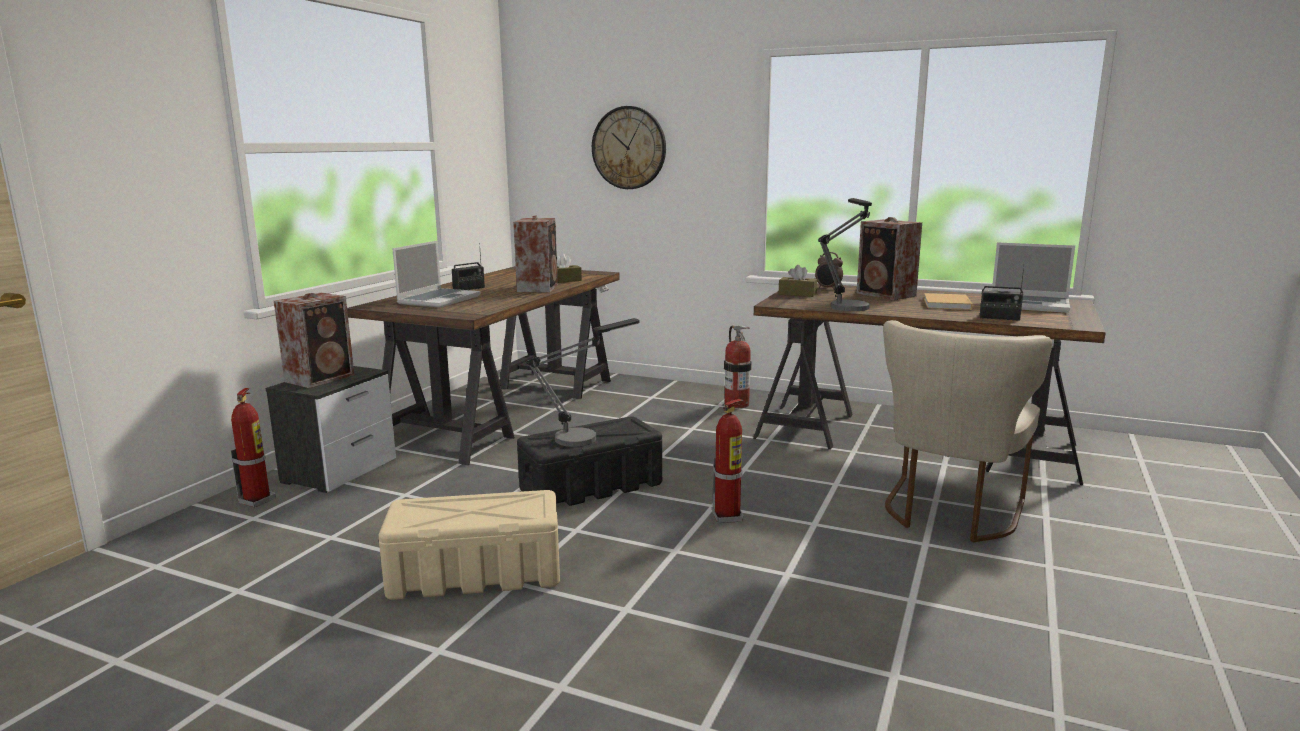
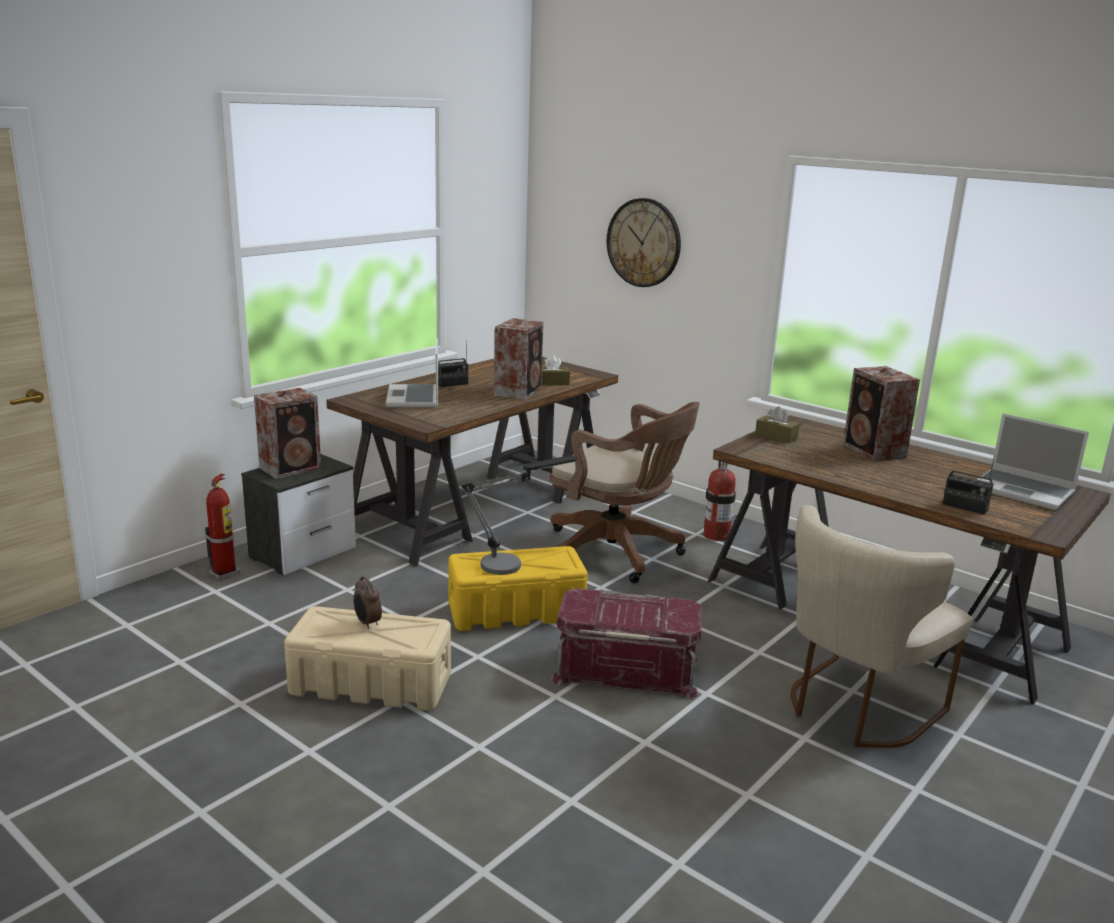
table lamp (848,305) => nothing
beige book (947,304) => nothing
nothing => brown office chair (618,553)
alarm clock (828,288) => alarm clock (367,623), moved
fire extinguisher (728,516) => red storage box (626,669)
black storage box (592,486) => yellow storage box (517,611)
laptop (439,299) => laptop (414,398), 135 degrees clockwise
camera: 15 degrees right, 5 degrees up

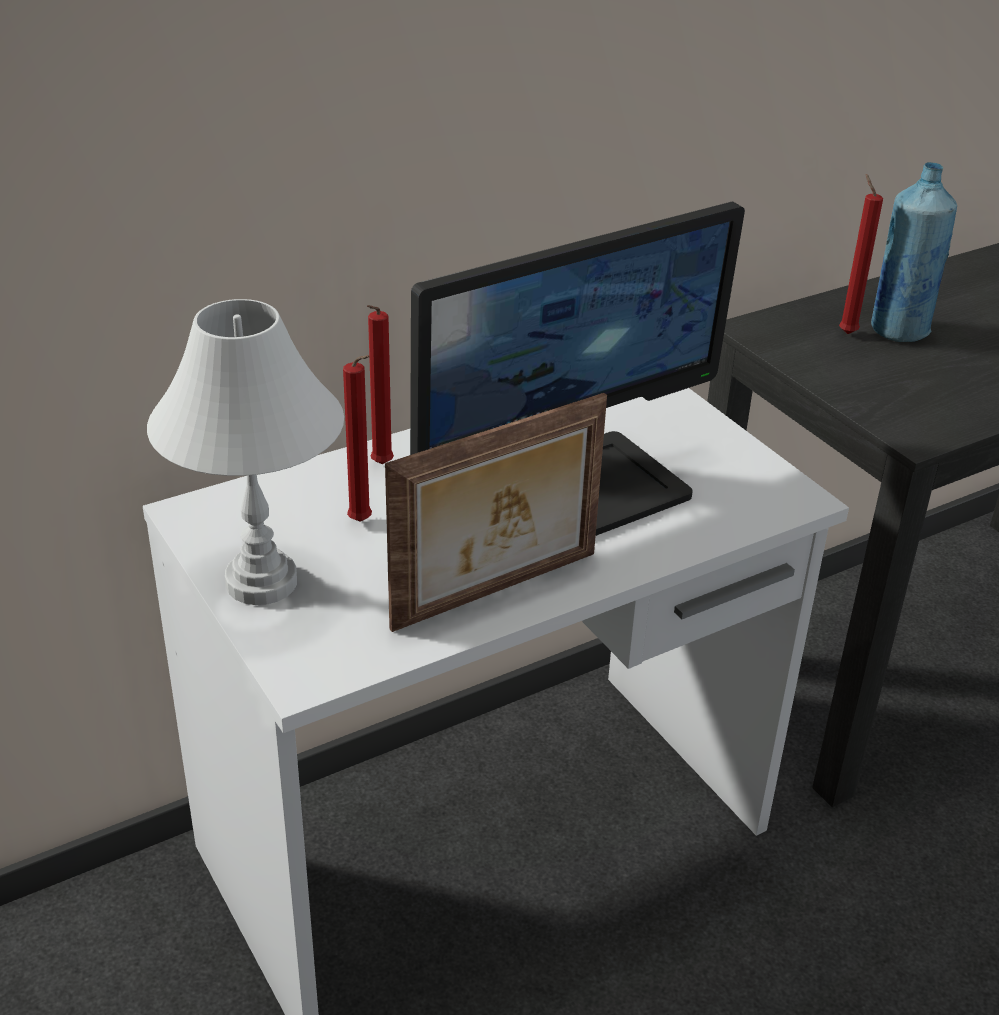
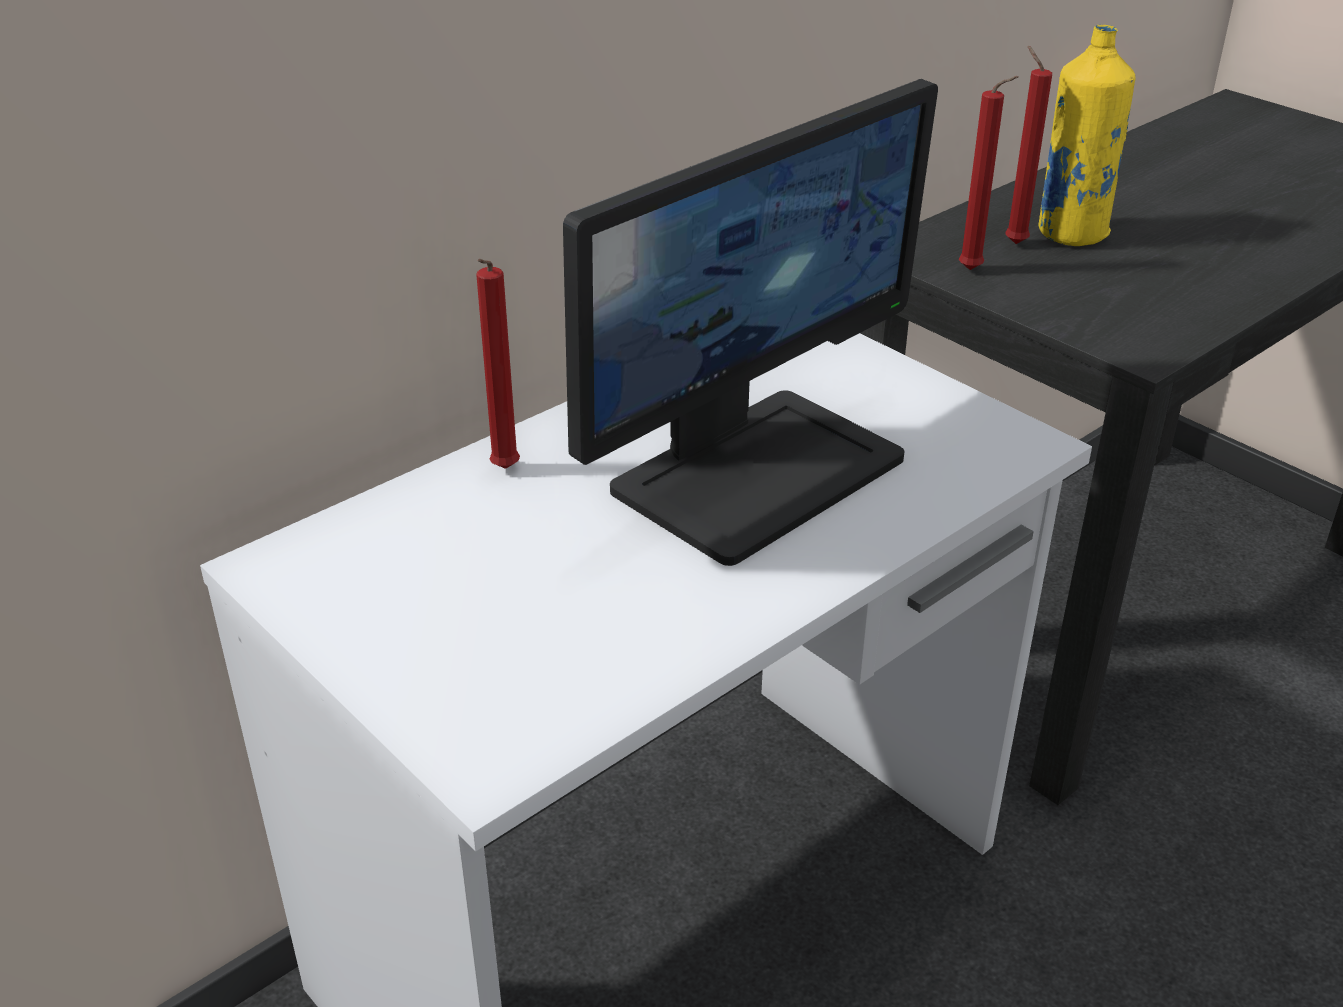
white table lamp (263,582) => nothing
picture frame (498,592) => nothing
red candle (362,523) => red candle (974,271), moved
blue bottle (899,330) => yellow bottle (1071,233)
camera: 10 degrees left, 0 degrees up

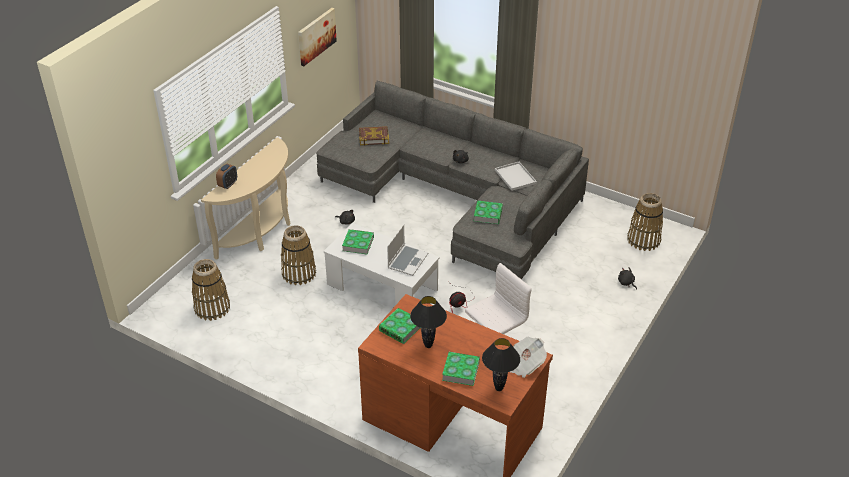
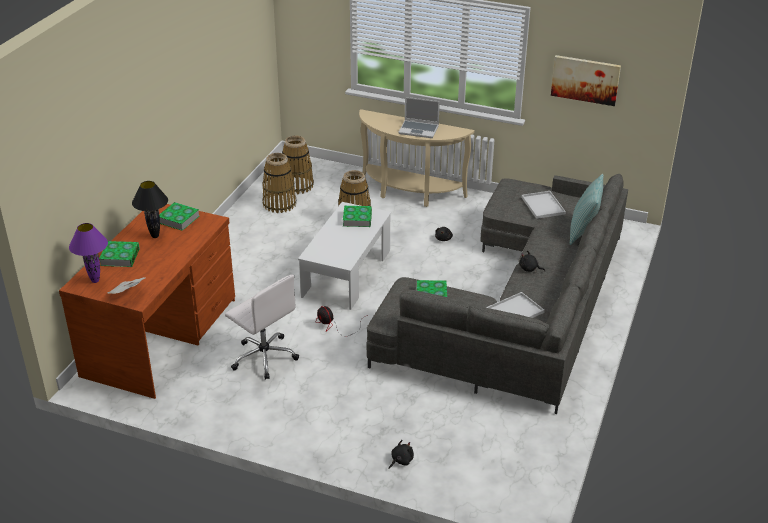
alarm clock (228,184) => nothing
nothing => pillow (583,231)
laptop (407,261) => laptop (419,130), moved
basket (643,240) => basket (279,204), moved
book (373,138) => white tray (543,206)
black table lamp (498,388) => purple table lamp (95,280)
camera: 80 degrees right, 5 degrees down

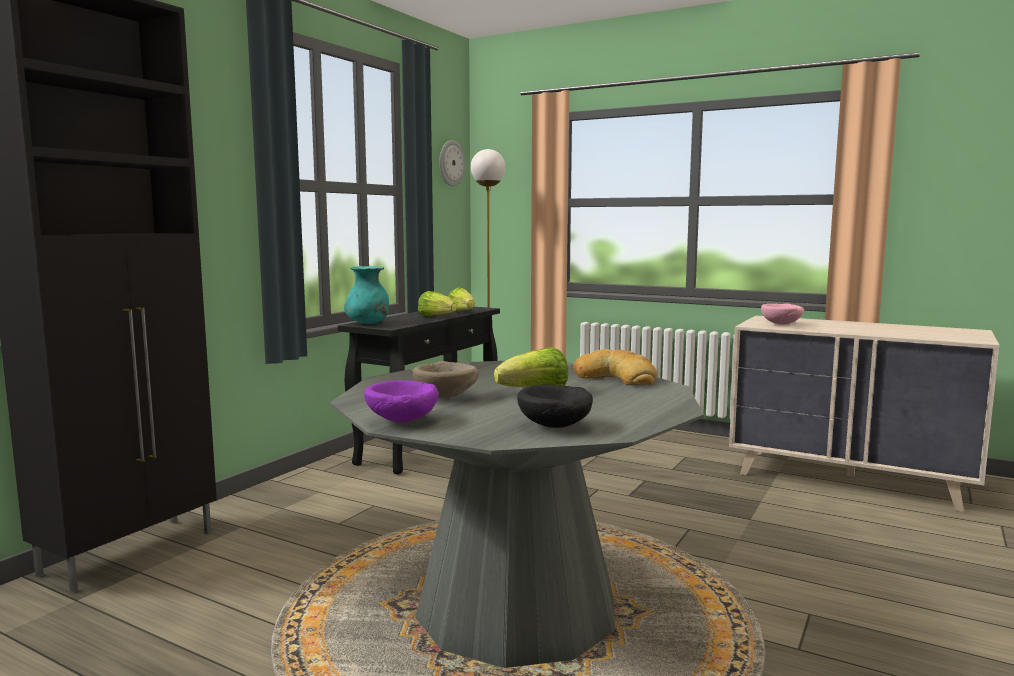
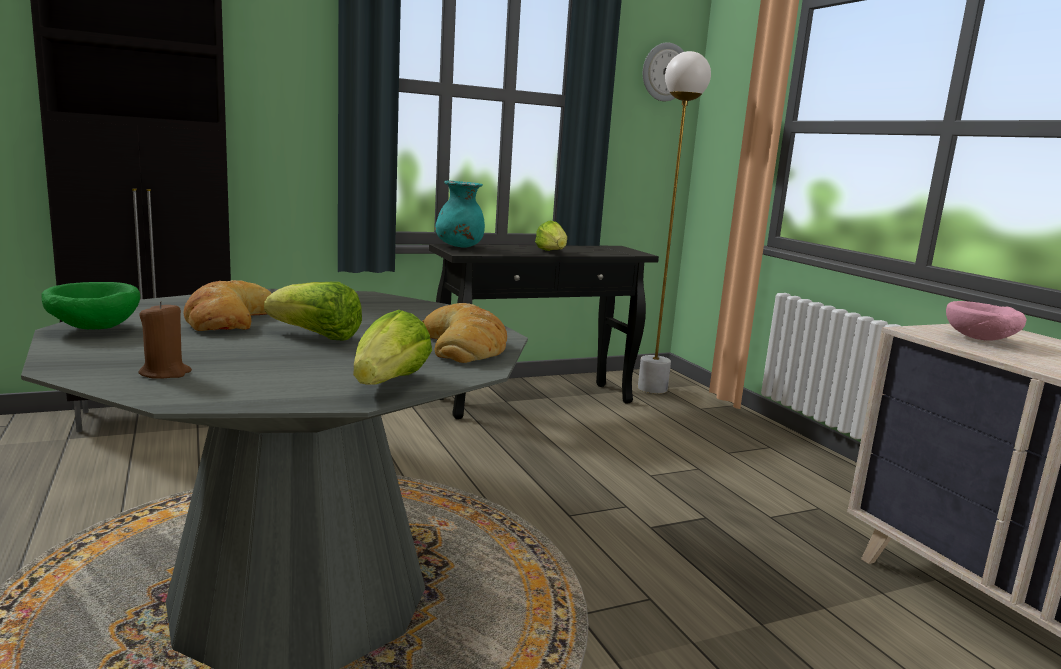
lettuce (462,312) => lettuce (390,383), moved
beige bowl (447,397) => bread (227,319)
black bowl (555,427) => brown candle (165,373)
purple bowl (401,422) => green bowl (93,329)
camera: 35 degrees right, 5 degrees up

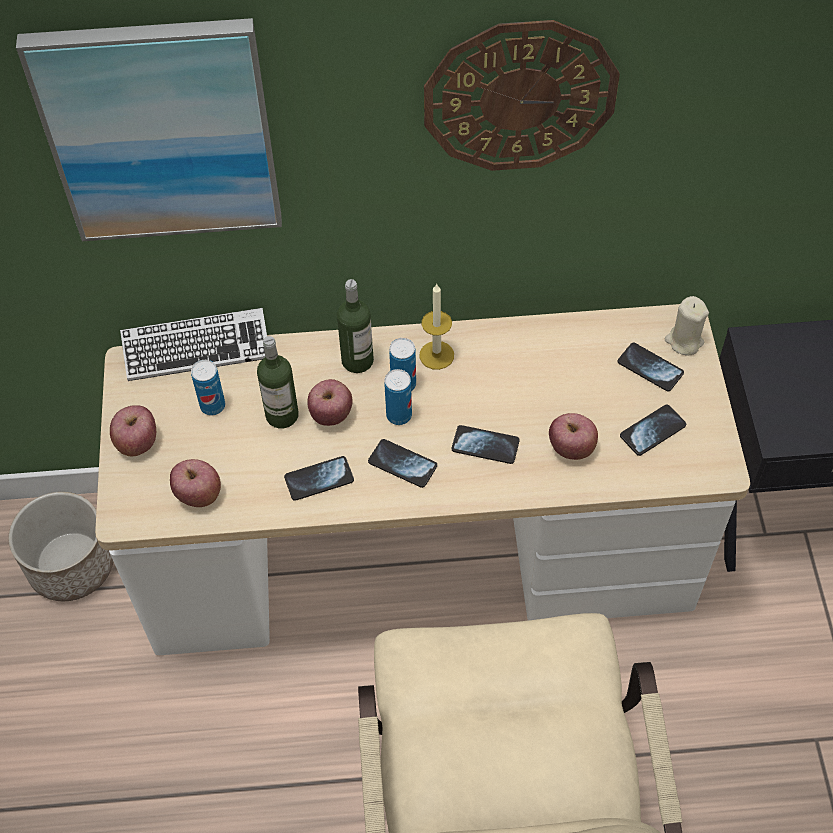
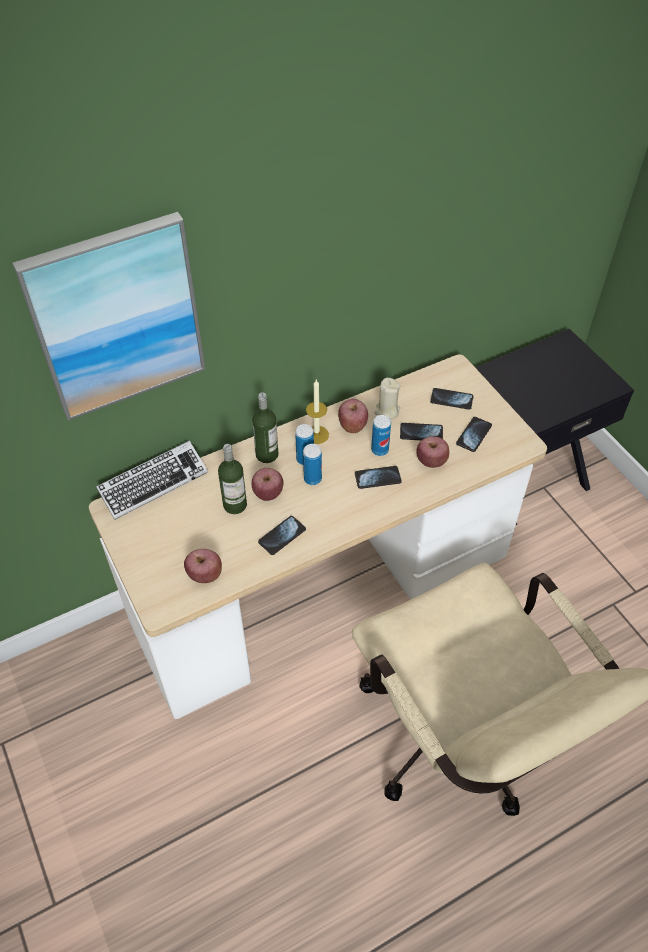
planter (72,565) => nothing
wall clock (520,96) => nothing
apple (137,443) => apple (352,426), moved
can (212,406) => can (380,450), moved
phone (402,464) => phone (421,433), moved
beige candle (684,341) => beige candle (387,410), moved
camera: 25 degrees left, 5 degrees down

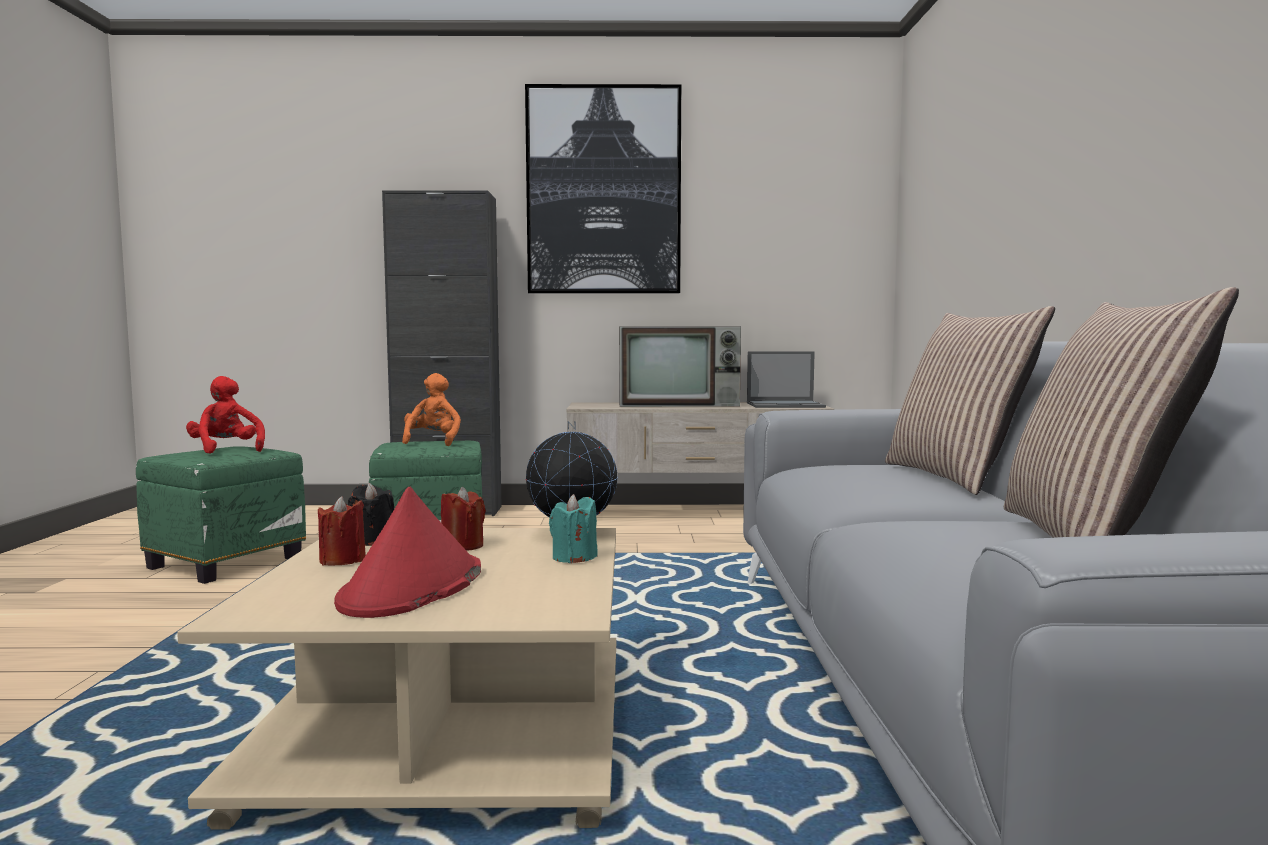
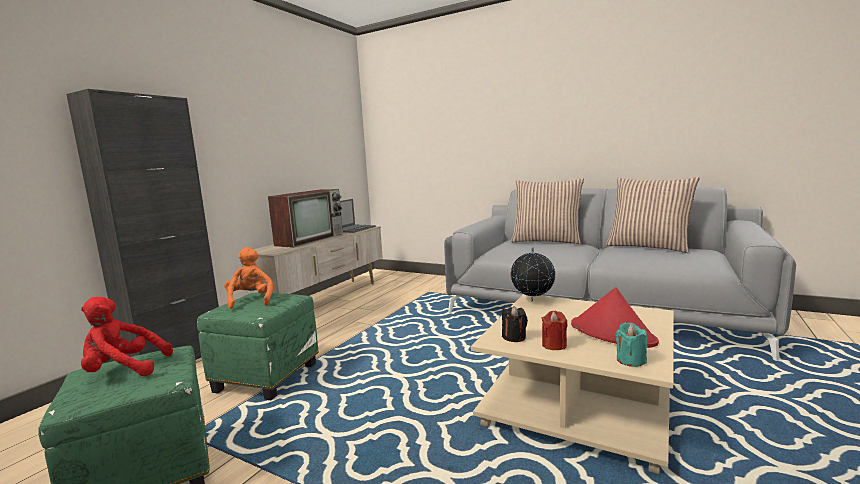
red candle (462,546) => nothing
picture (603,191) => nothing
turquoise candle (574,557) => turquoise candle (630,360), moved
orange plush toy (433,442) => orange plush toy (251,300), 45 degrees clockwise
camera: 60 degrees left, 5 degrees up

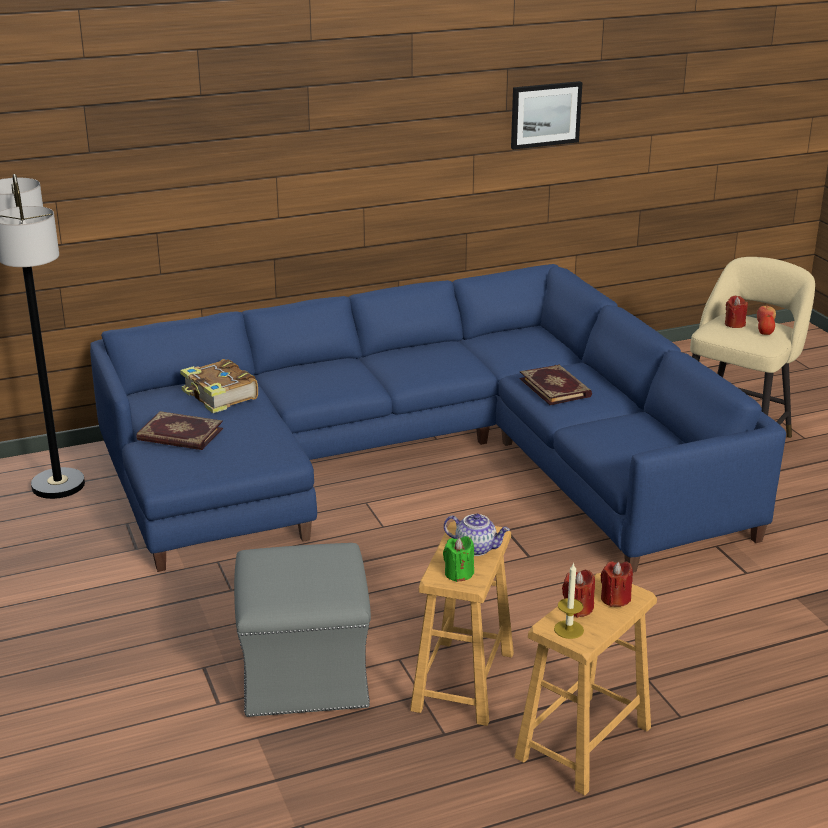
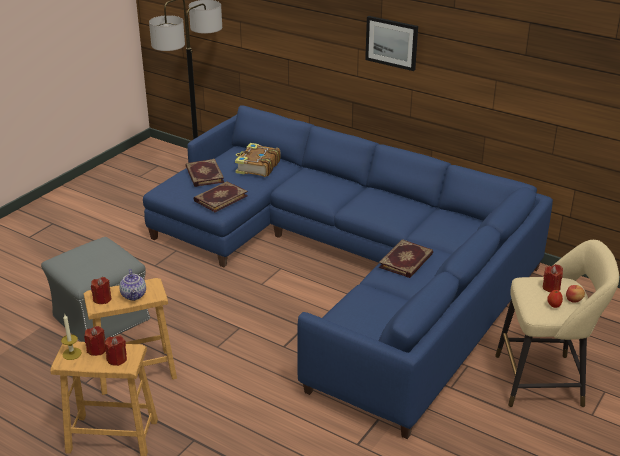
nothing => book (220,198)
picture (545,114) => picture (392,42), moved
green candle (459,573) => red candle (102,299)
camera: 55 degrees right, 5 degrees up

